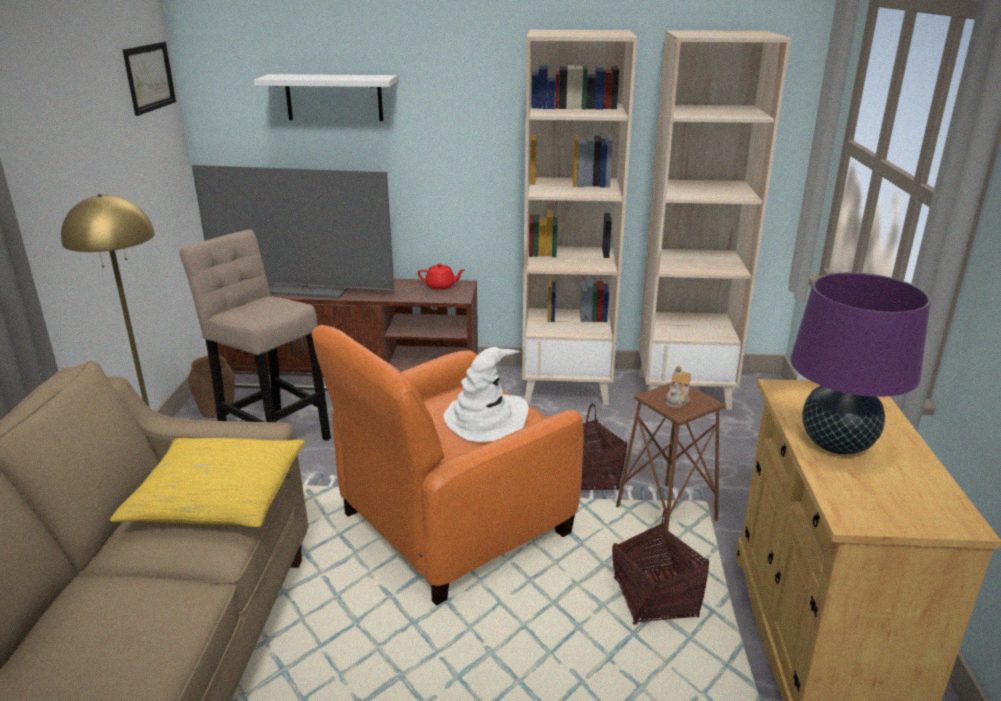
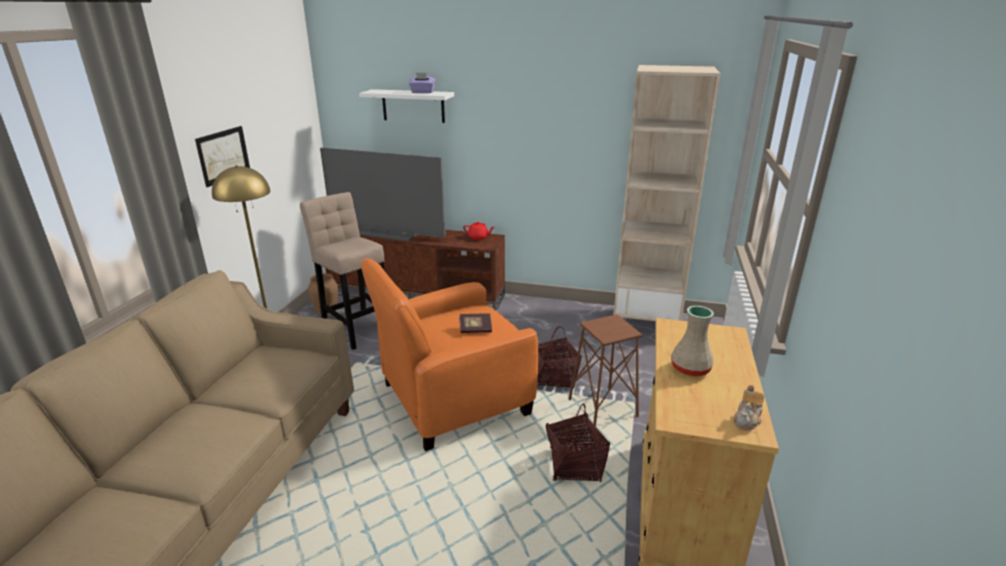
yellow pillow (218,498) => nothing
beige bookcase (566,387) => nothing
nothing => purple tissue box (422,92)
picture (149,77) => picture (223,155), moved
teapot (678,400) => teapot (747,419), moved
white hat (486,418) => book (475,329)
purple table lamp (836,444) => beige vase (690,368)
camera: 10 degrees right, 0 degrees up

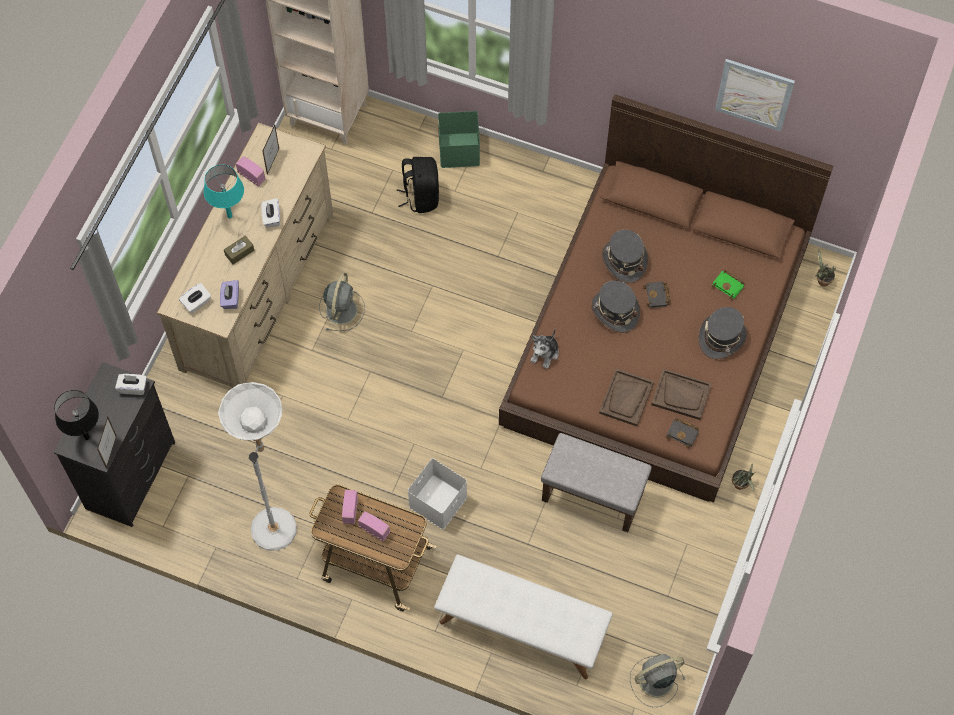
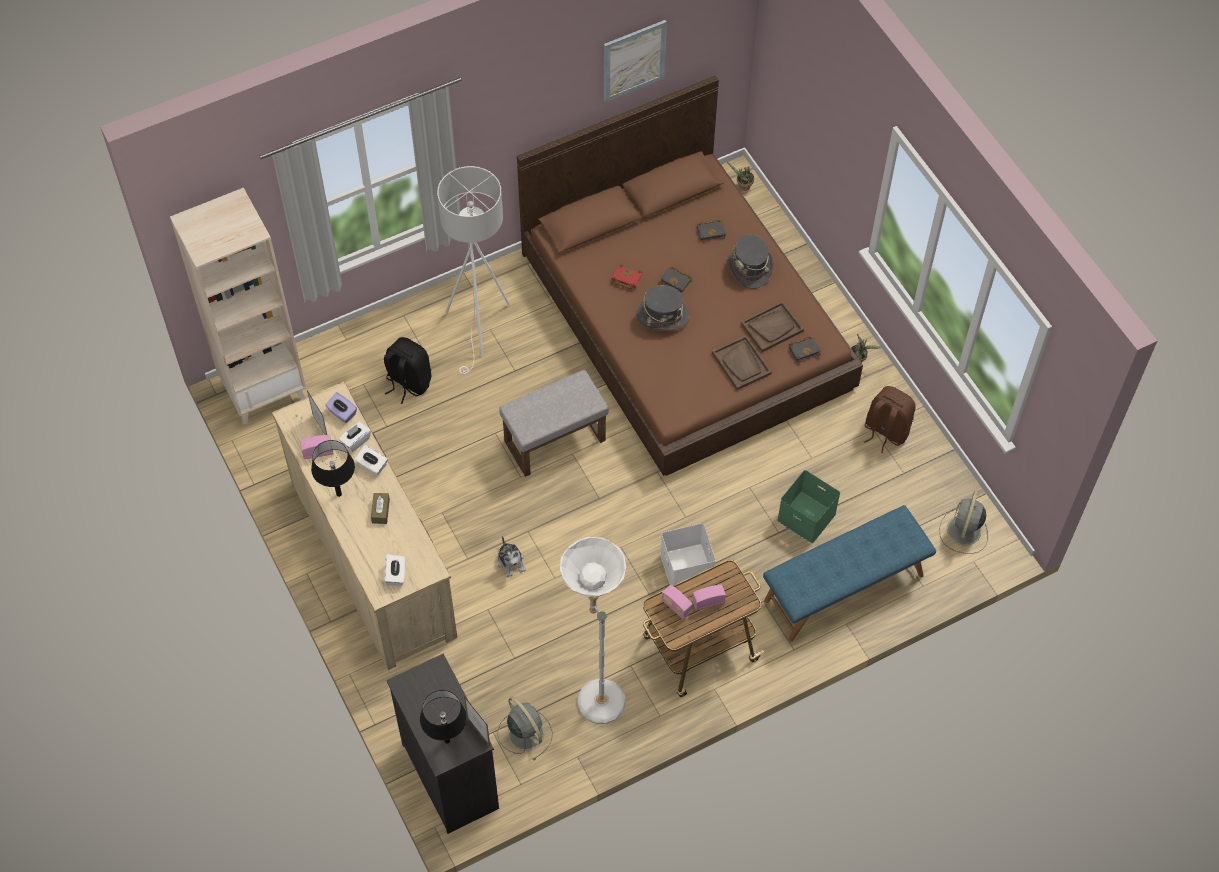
nothing => white floor lamp (480,329)
nothing => brown backpack (885,431)
white tissue box (133,387) => white tissue box (355,441), moved
purple tissue box (230,299) => purple tissue box (342,413), moved
grey fan (342,309) => grey fan (525,732), moved
green storage box (458,149) => green storage box (805,517), moved
plush toy (545,353) => plush toy (511,561), moved
grey ottoman (594,495) => grey ottoman (555,439), moved
grey hat (624,260) => red book (625,279)
turquoise table lamp (230,216) => black table lamp (339,494)
white bench (521,628) => blue bench (844,588)
green book (729,285) => black book (711,231)
camera: 50 degrees left, 5 degrees down

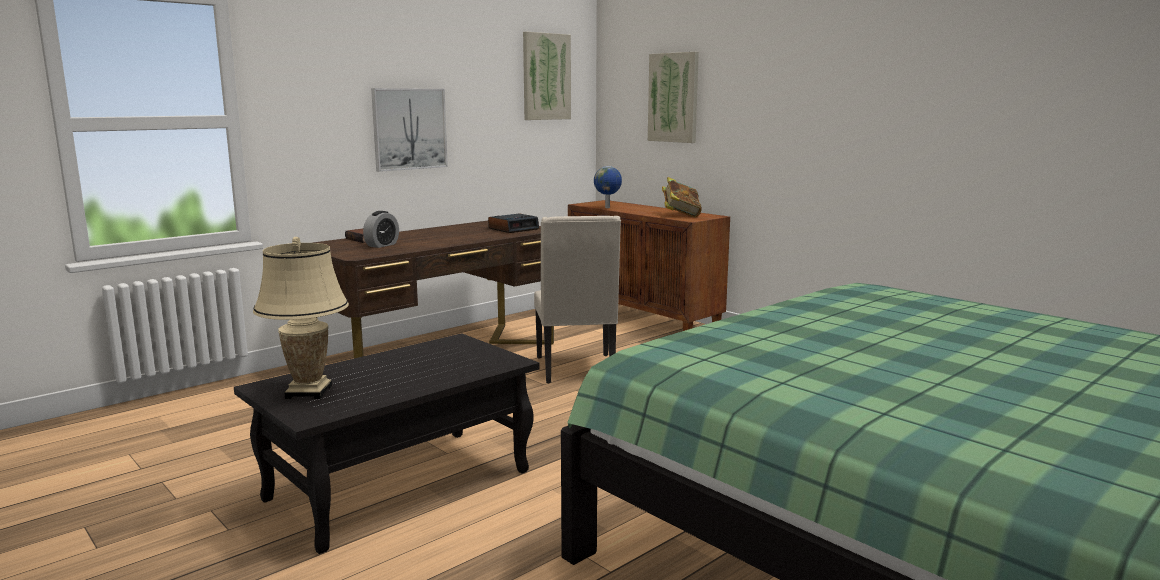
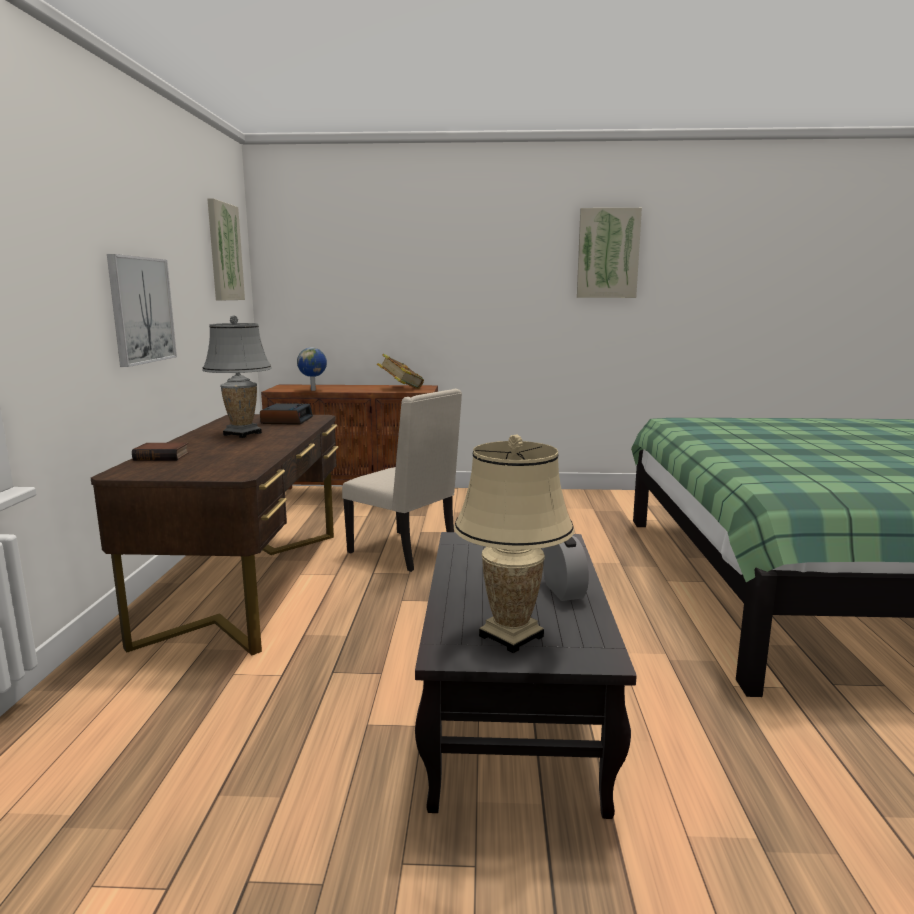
nothing => grey table lamp (242,434)
alarm clock (382,245) => alarm clock (563,591), moved
picture (673,97) => picture (608,253), moved
camera: 45 degrees left, 0 degrees up

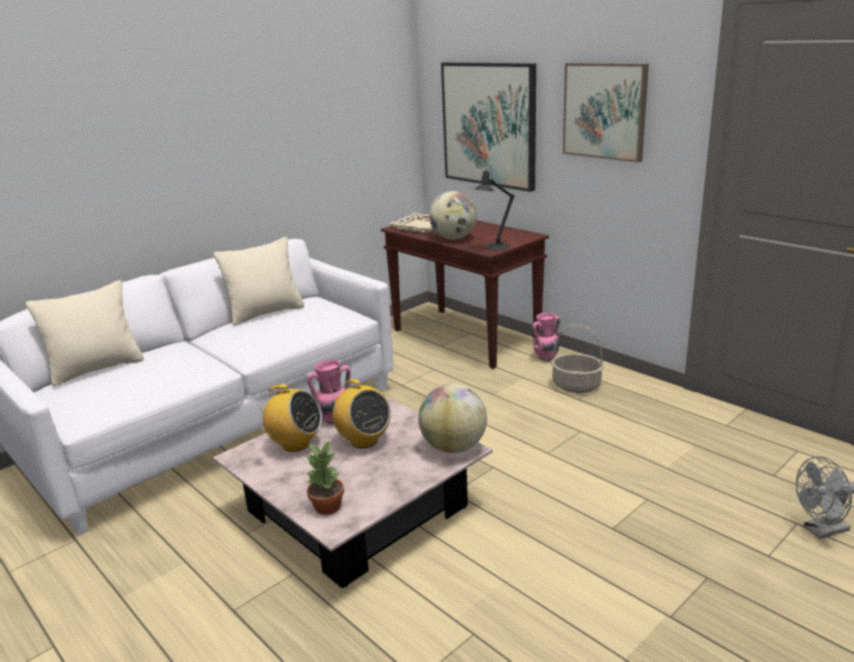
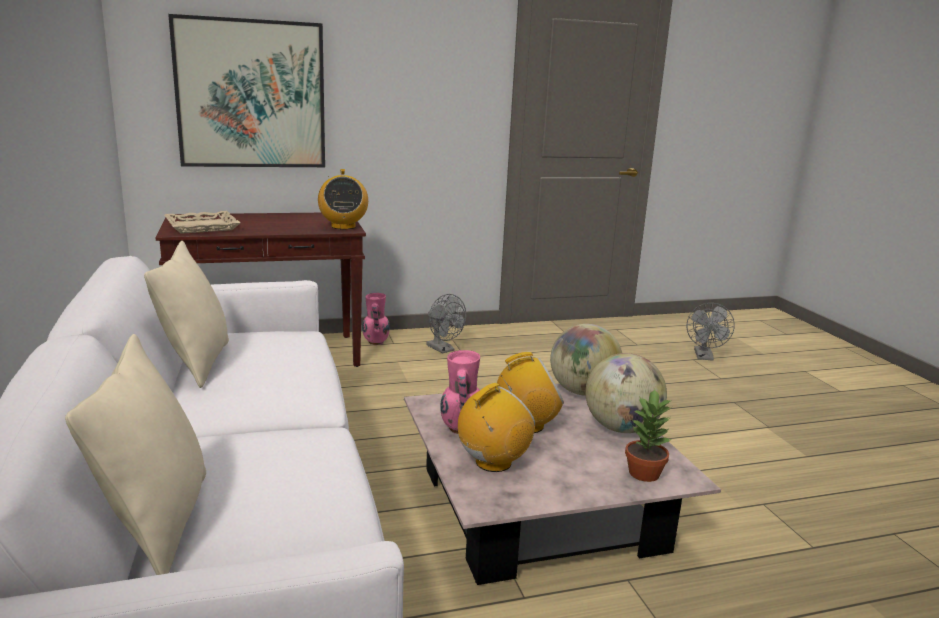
picture (604,111) => nothing
globe (453,238) => globe (621,428), moved
black table lamp (494,247) => radio (343,226)
basket (577,385) => grey fan (443,349)
camera: 65 degrees left, 5 degrees down

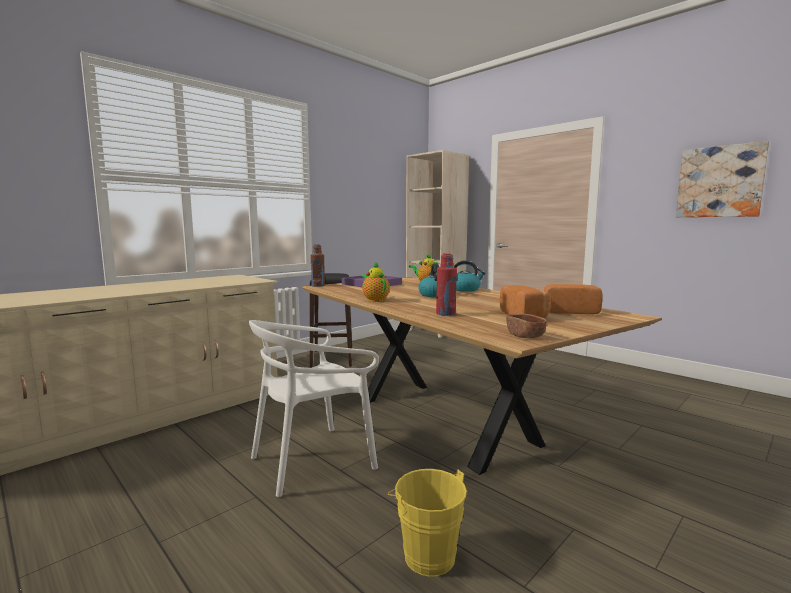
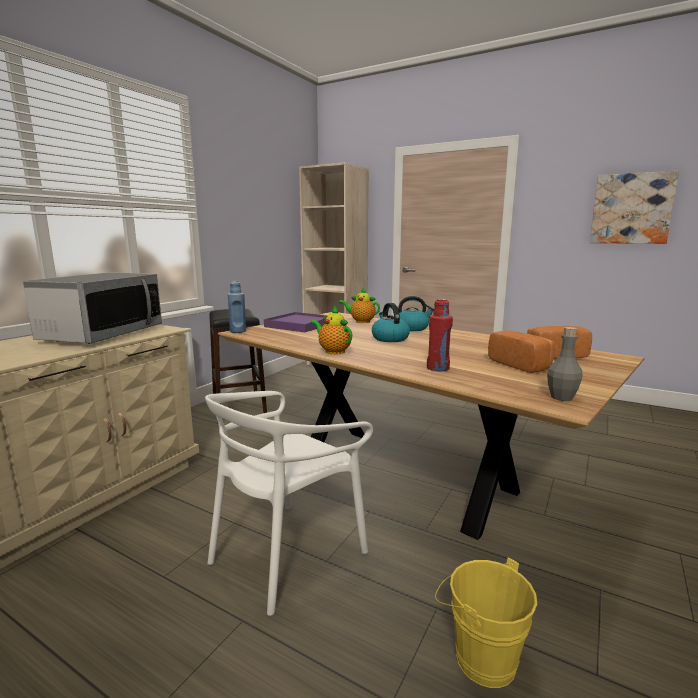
nothing => microwave (103,334)
brown bowl (525,336) => grey bottle (561,397)
brown bottle (318,286) => blue bottle (238,331)
camera: 15 degrees left, 5 degrees up

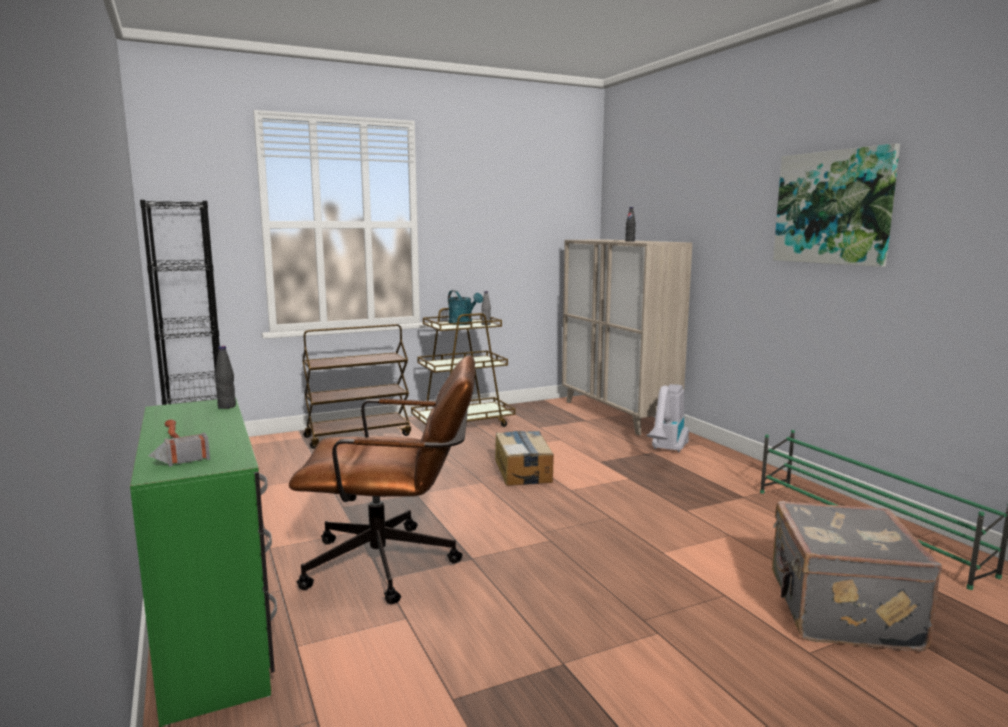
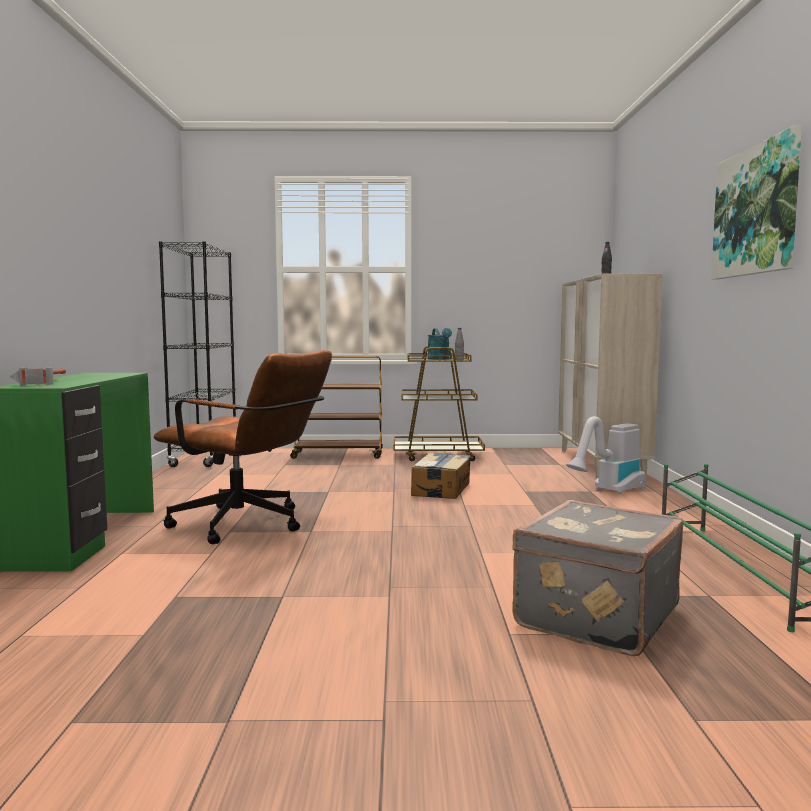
black bottle (227,406) => nothing
camera: 25 degrees right, 5 degrees down

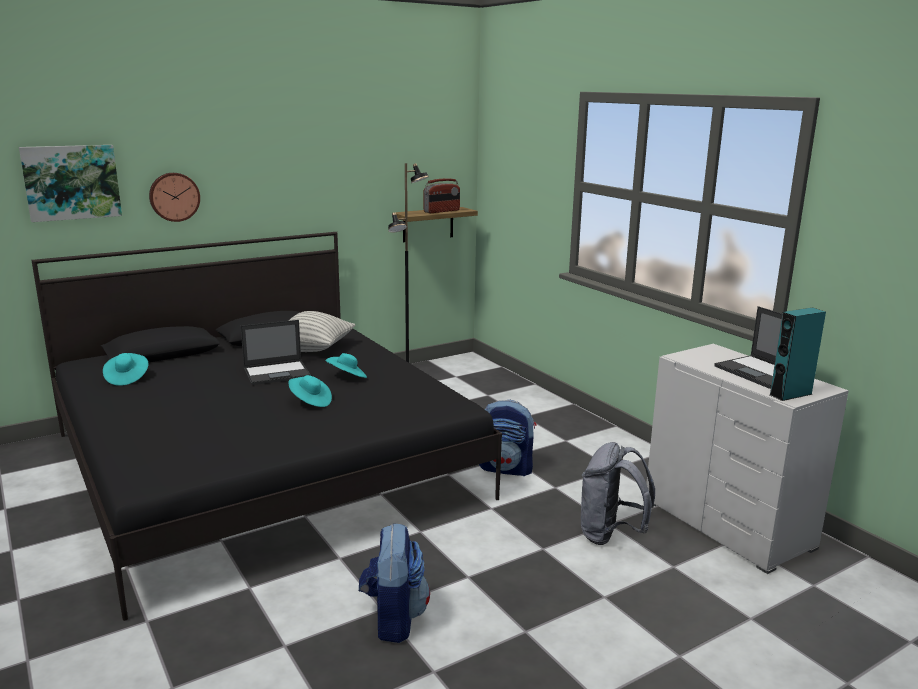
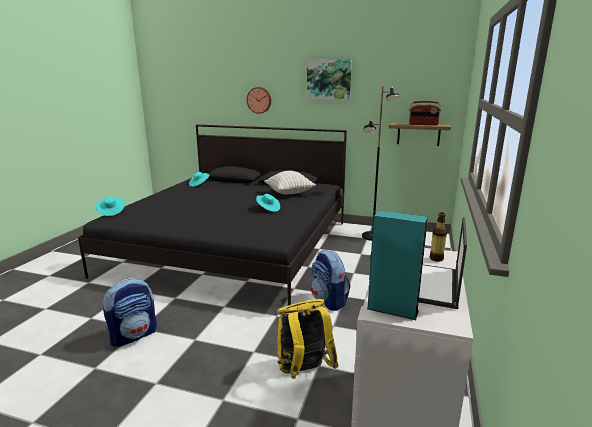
laptop (277,373) => nothing
nothing => bottle (436,259)
picture (71,182) => picture (329,79), moved
turquoise hat (310,402) => turquoise hat (111,212), moved
grey backpack (610,535) => yellow backpack (303,371)
camera: 50 degrees right, 0 degrees up

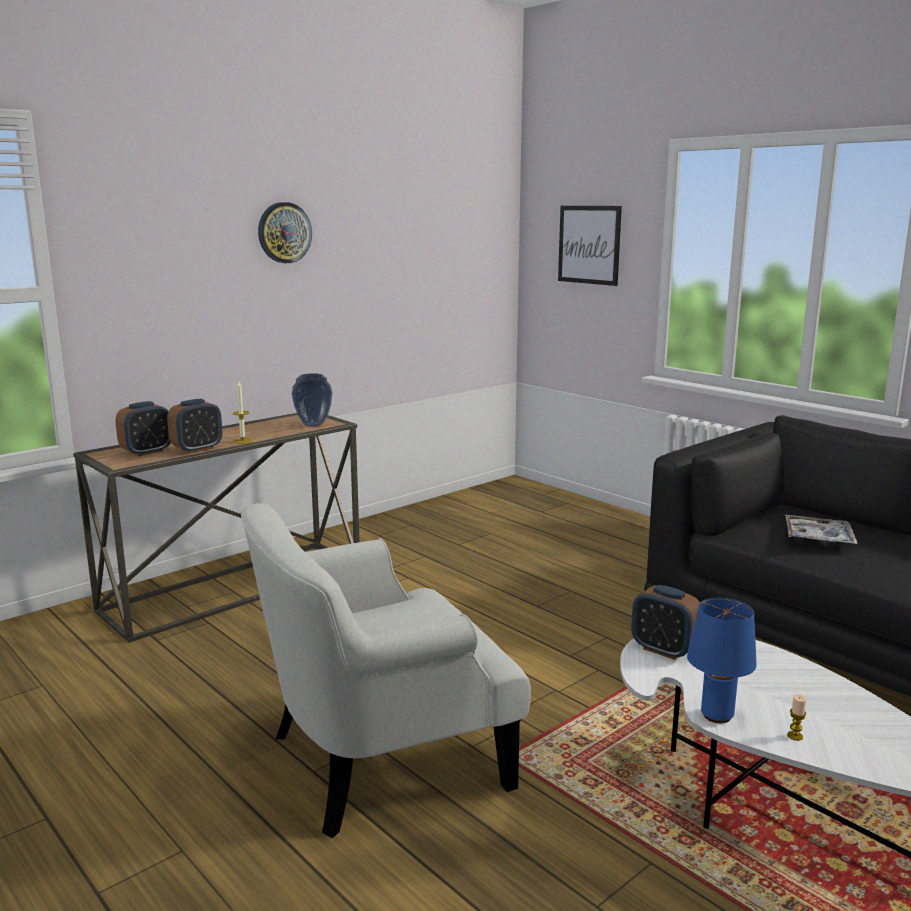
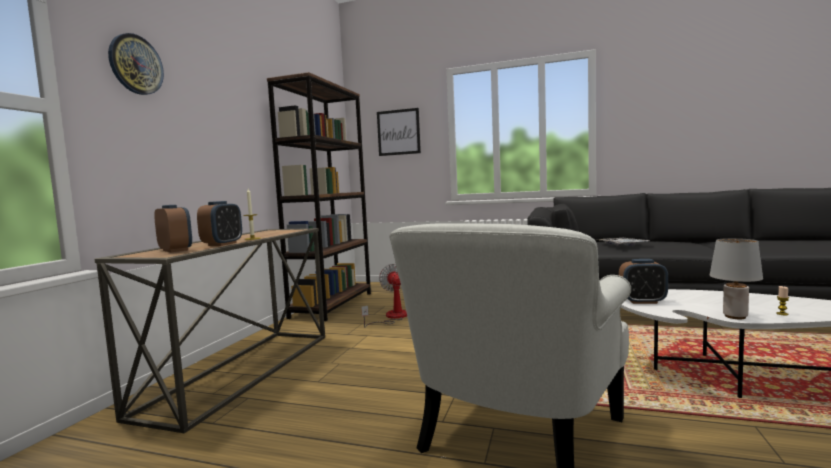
vase (313,424) => nothing
nothing => brown bookcase (332,305)
nothing => fan (392,317)
wall clock (284,232) => wall clock (135,64), moved
blue table lamp (716,716) => grey table lamp (735,317)
alarm clock (147,452) => alarm clock (175,250), 60 degrees counterclockwise
camera: 30 degrees left, 10 degrees down

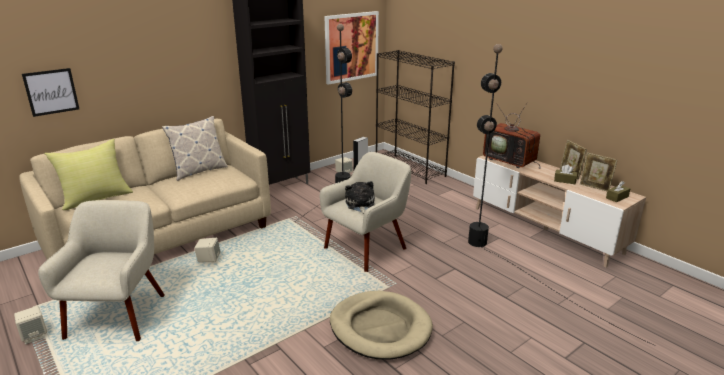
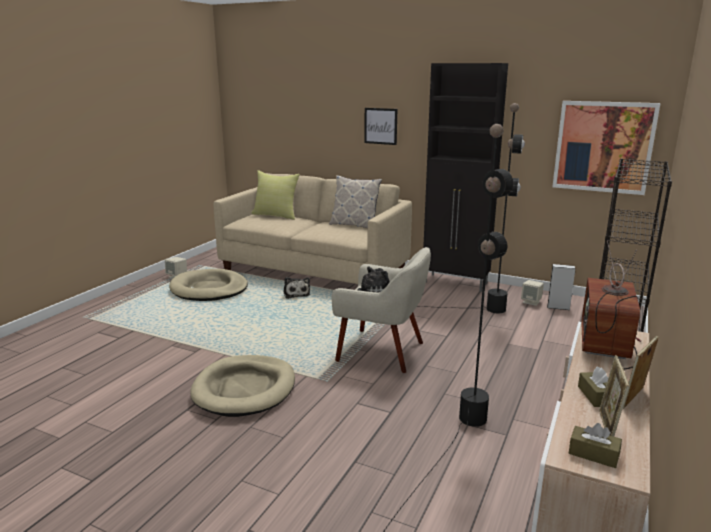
picture (51,92) => picture (380,126), moved
beige armchair (119,315) => beige dog bed (209,289)
beige speaker (209,261) => plush toy (296,293)
camera: 65 degrees right, 5 degrees down

